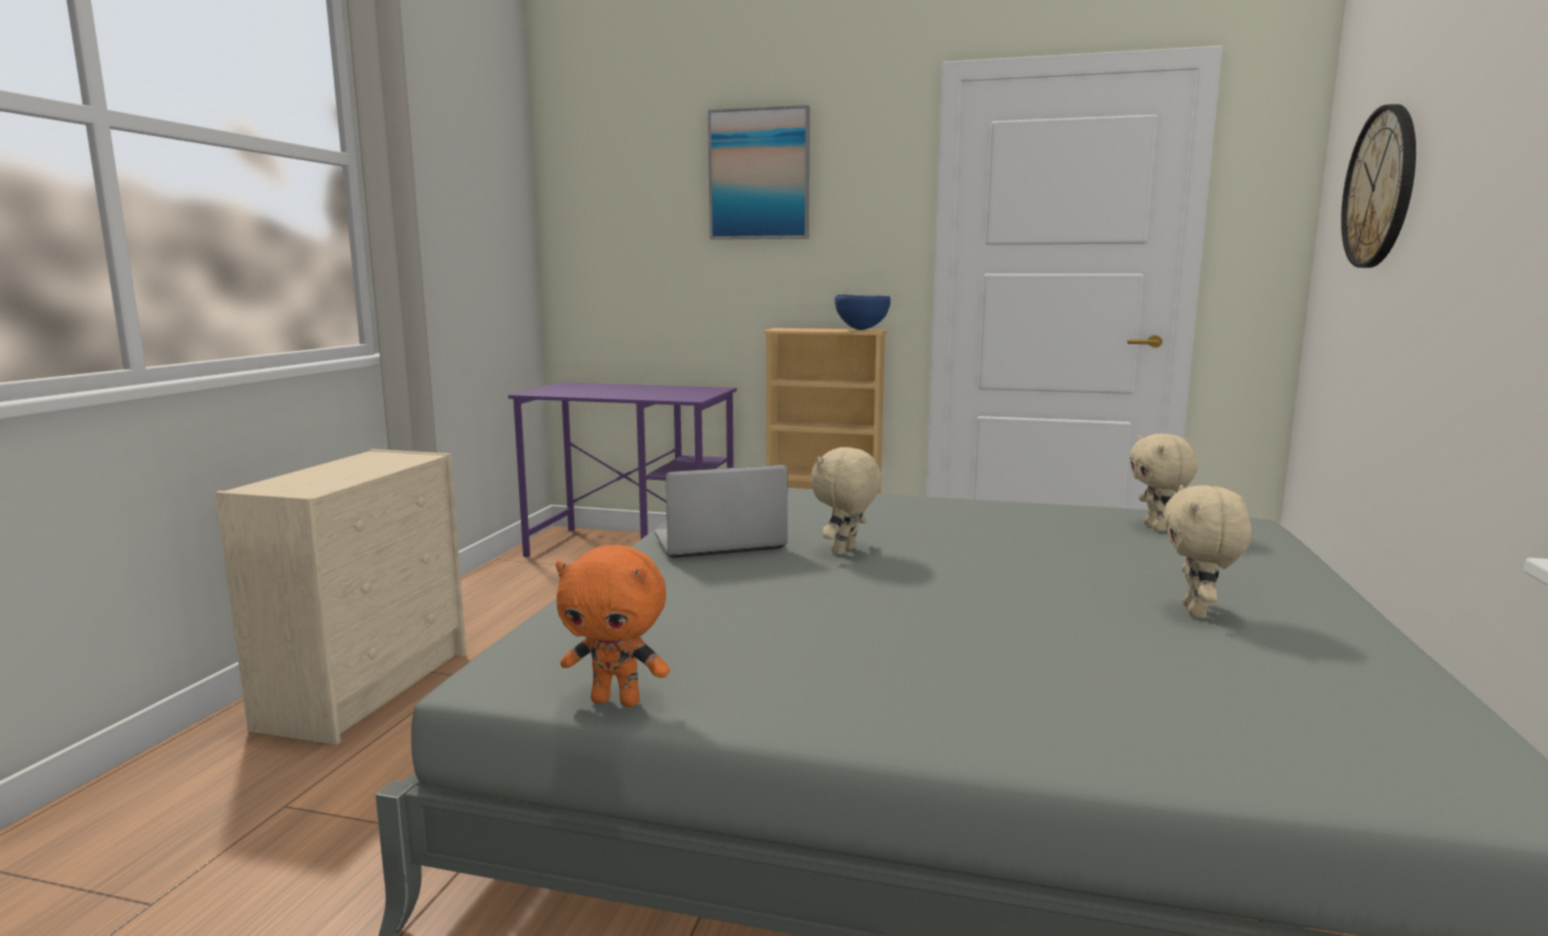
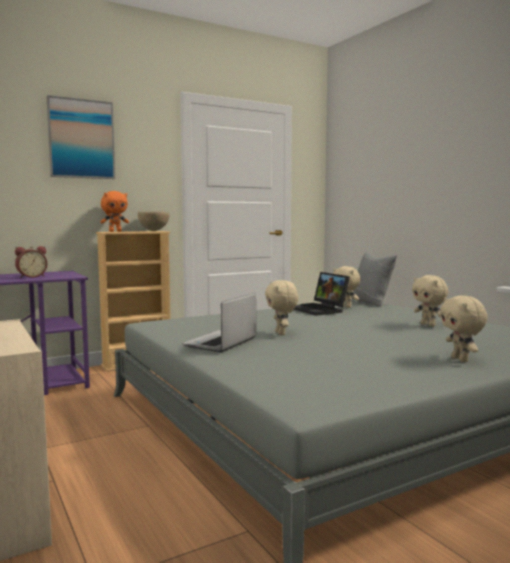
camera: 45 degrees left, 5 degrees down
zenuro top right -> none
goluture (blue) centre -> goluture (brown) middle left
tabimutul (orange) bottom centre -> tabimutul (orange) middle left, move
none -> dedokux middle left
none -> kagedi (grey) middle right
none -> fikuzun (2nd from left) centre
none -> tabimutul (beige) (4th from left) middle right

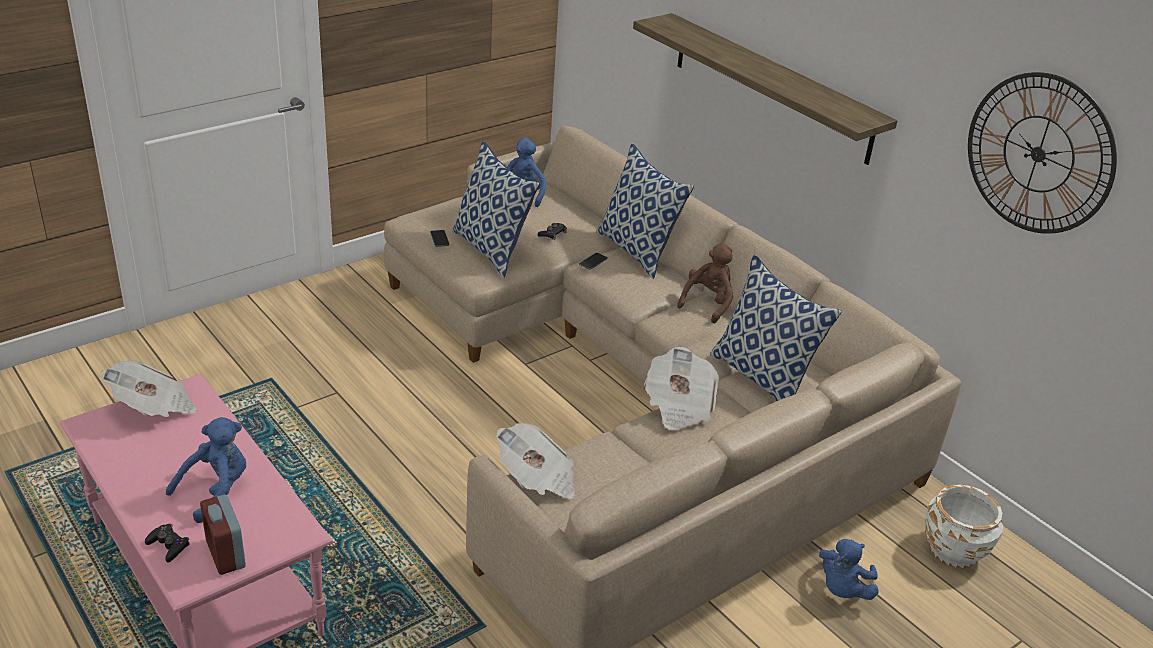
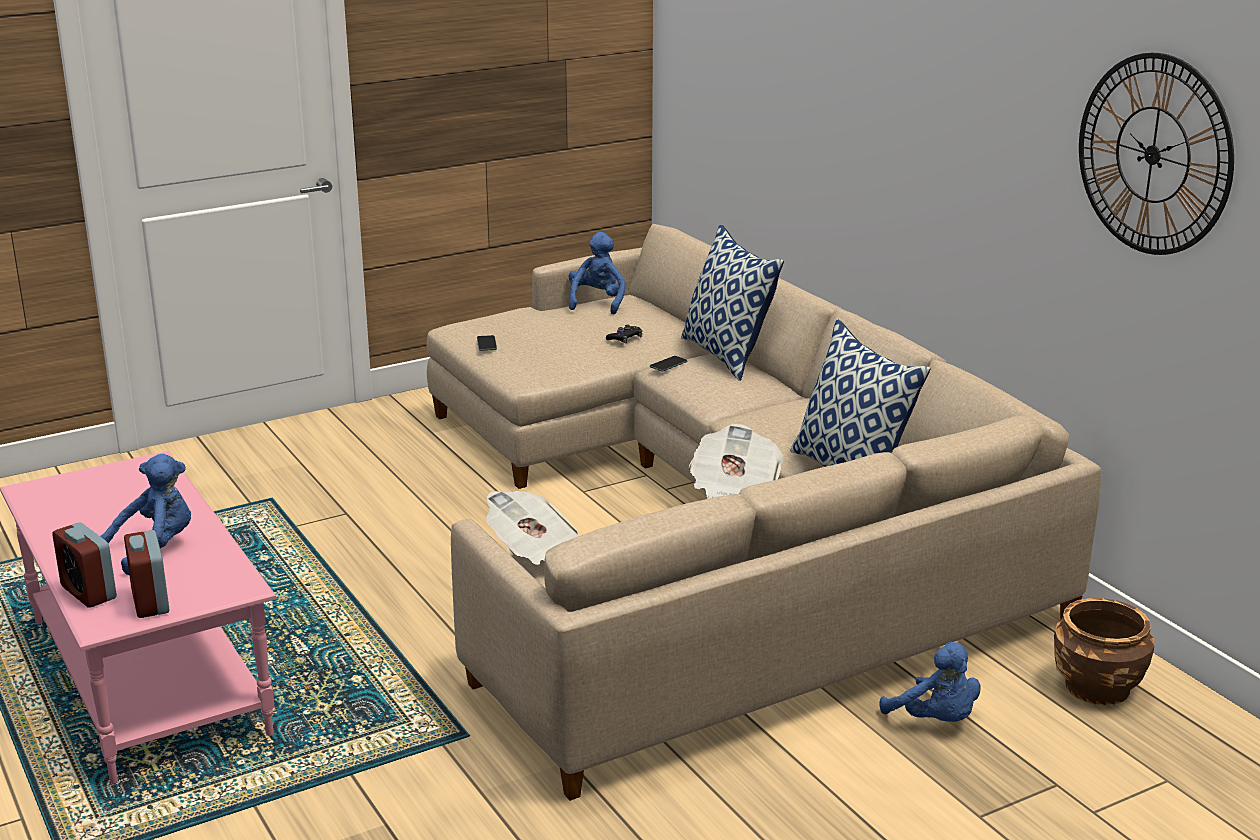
camera: 10 degrees right, 10 degrees down
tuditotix top centre -> none
kagedi (1st from left) top centre -> none
tabimutul (brown) centre -> none
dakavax (1st from left) middle left -> none
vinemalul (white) bottom right -> vinemalul (brown) bottom right
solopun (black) (1st from left) bottom left -> dedokux (1st from left) bottom left
tabimutul (blue) (3rd from left) bottom right, 75 degrees counterclockwise

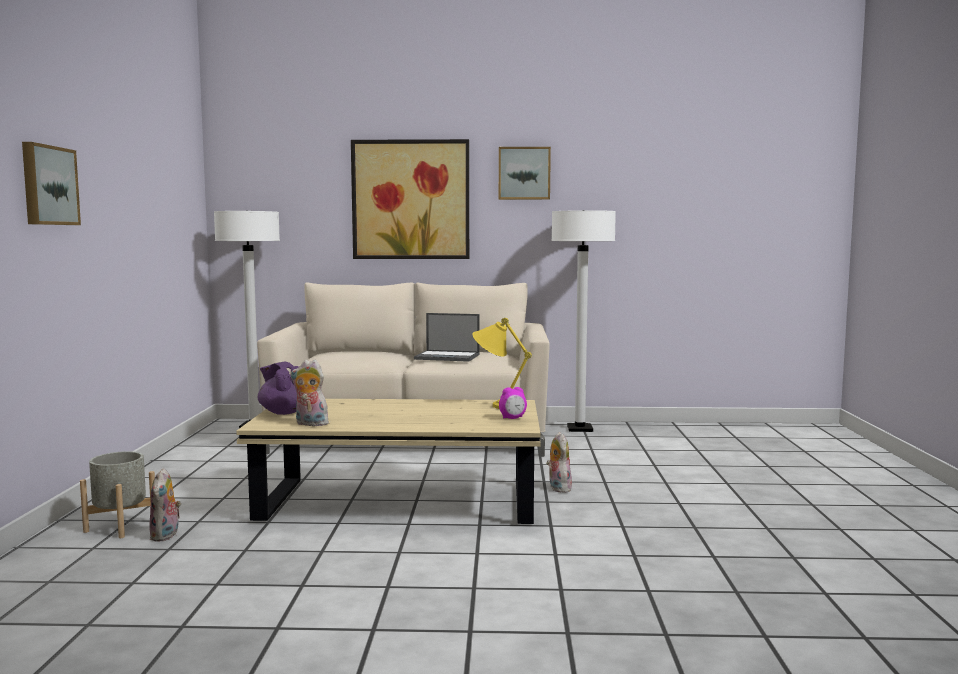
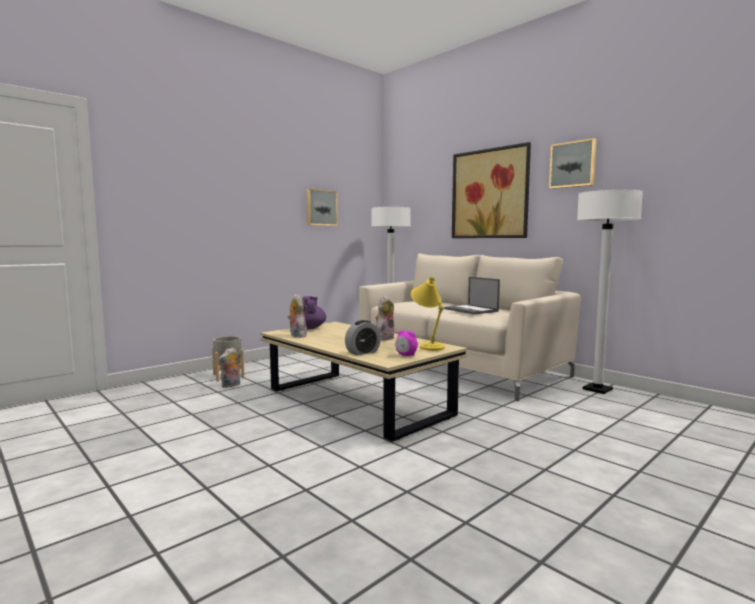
camera: 45 degrees right, 0 degrees up
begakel (1st from left) top left -> begakel (1st from left) centre, move
tabimutul (3rd from left) bottom centre -> tabimutul (3rd from left) centre, move
none -> dedokux (1st from left) centre

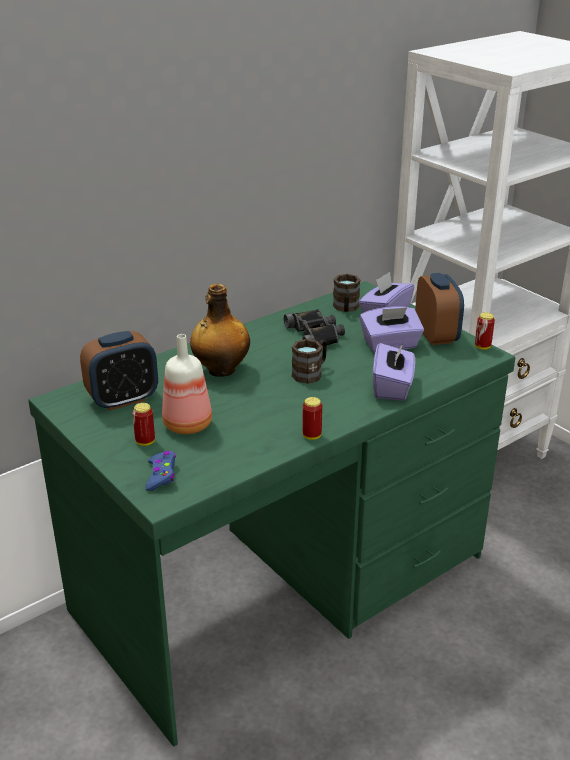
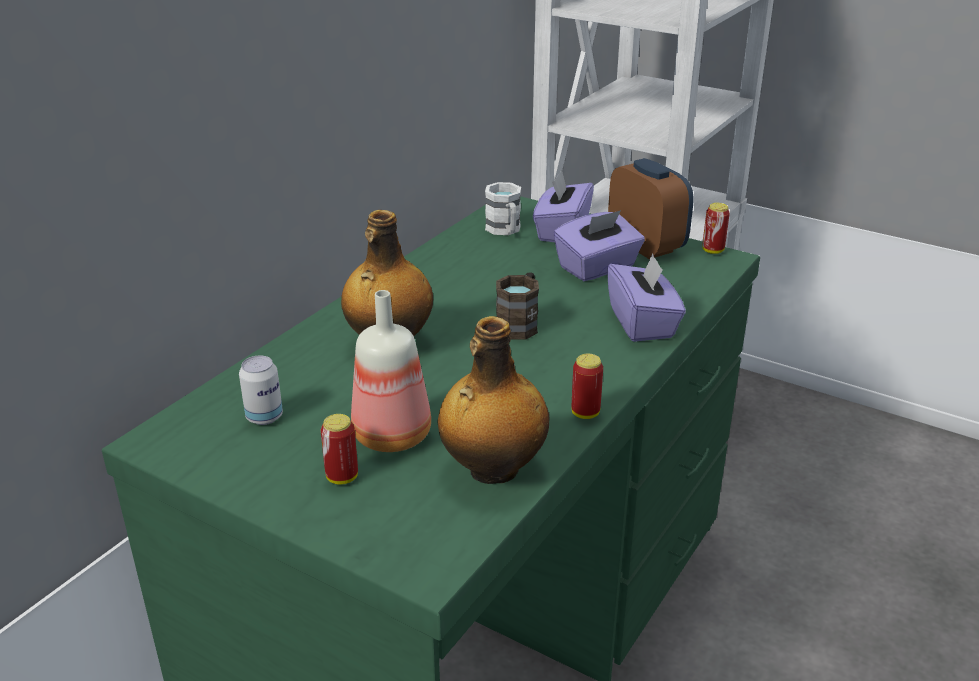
camera: 20 degrees left, 0 degrees up
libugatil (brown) (2nd from left) centre -> libugatil (white) top centre
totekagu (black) centre -> none
dedokux (1st from left) middle left -> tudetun (1st from left) middle left
solopun (blue) middle left -> none
none -> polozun (3rd from left) centre

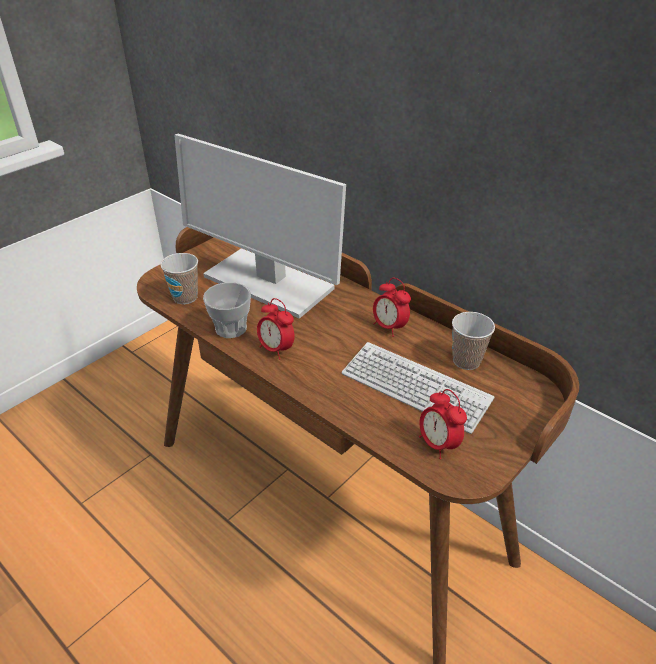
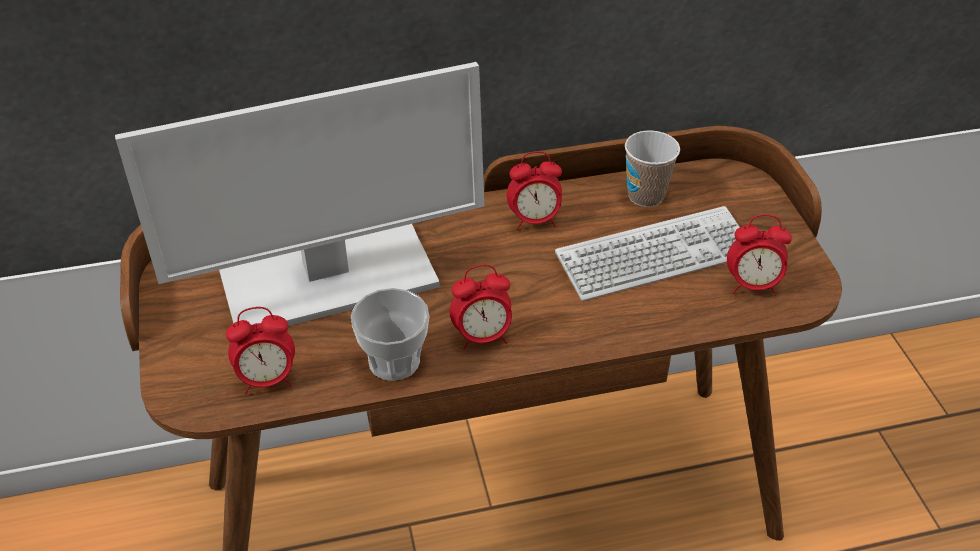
camera: 55 degrees left, 5 degrees up
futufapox (1st from left) middle left -> dedokux (1st from left) middle left

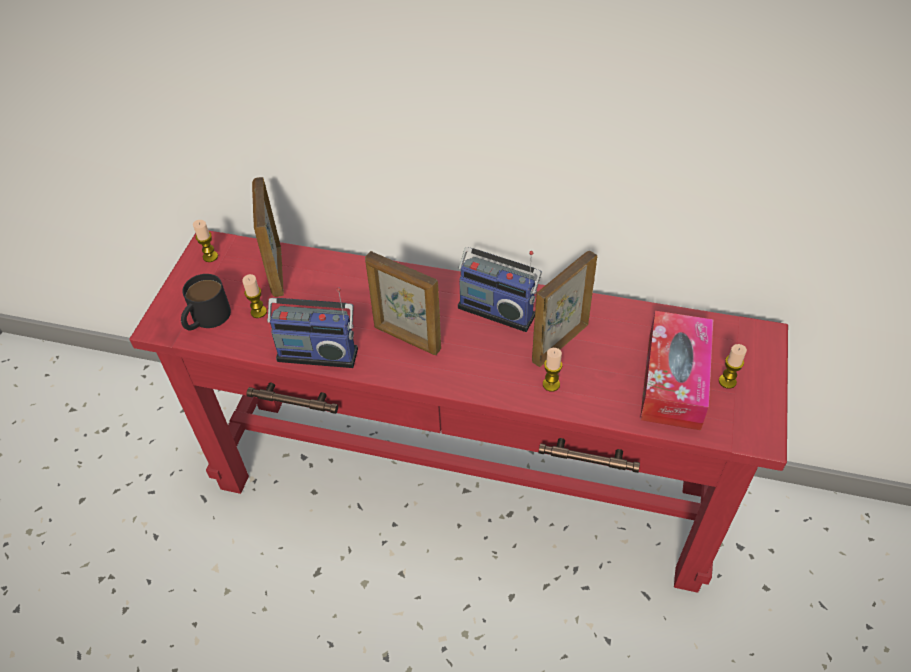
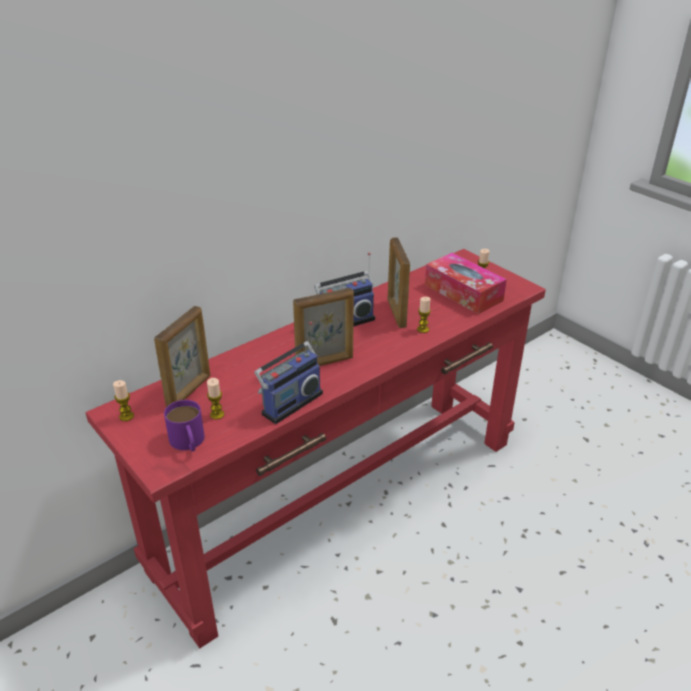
camera: 55 degrees left, 15 degrees down
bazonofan (1st from left) middle left, 90 degrees counterclockwise
libugatil (black) middle left -> libugatil (purple) middle left

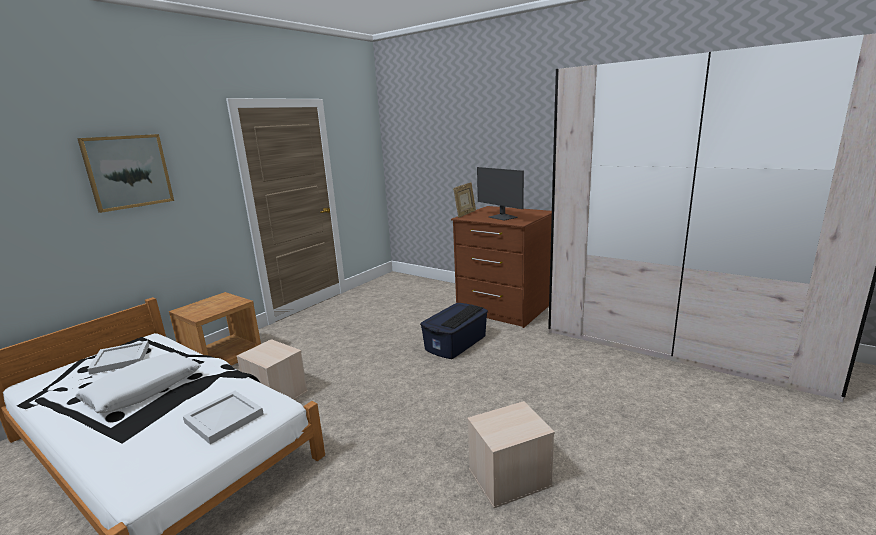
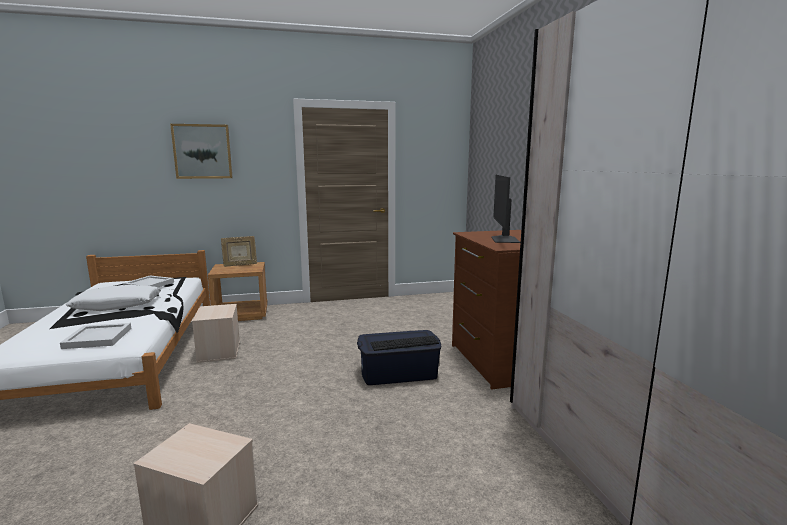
camera: 40 degrees right, 5 degrees down
bazonofan centre -> bazonofan middle left, move

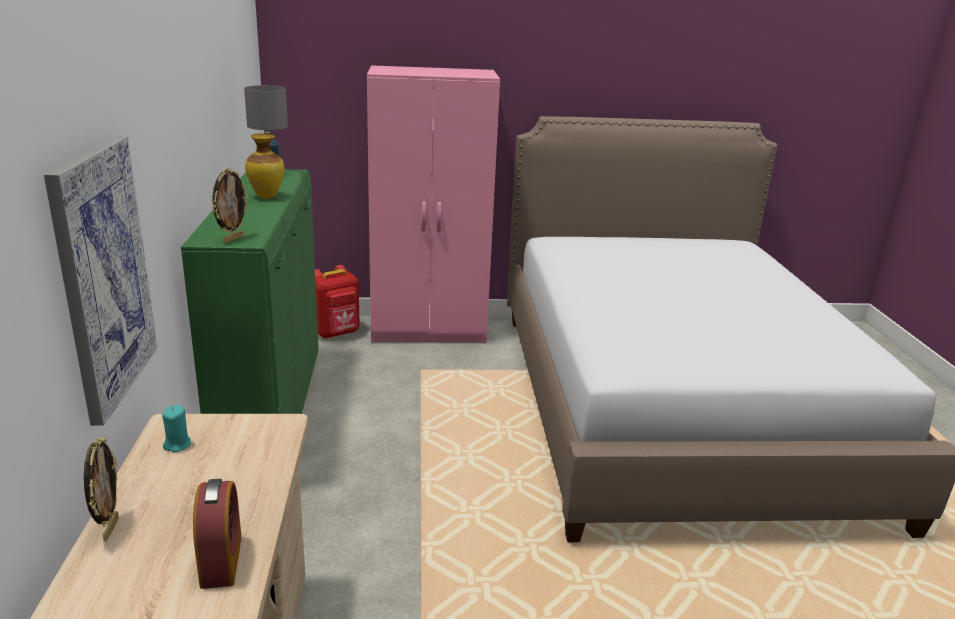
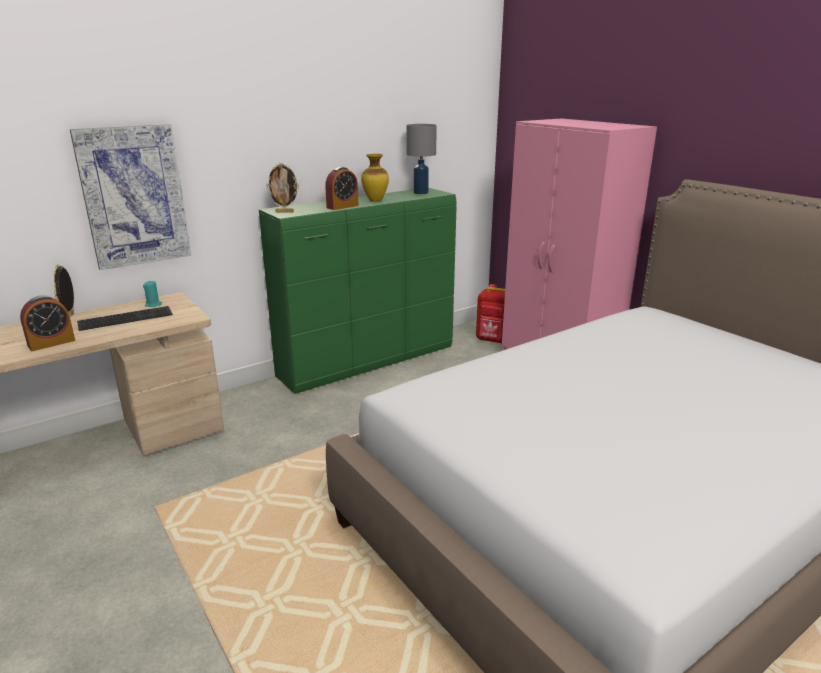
camera: 60 degrees right, 0 degrees up
bazonofan (1st from left) bottom left -> bazonofan (1st from left) middle left, 120 degrees clockwise
none -> dedokux (2nd from left) top centre
none -> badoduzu middle left

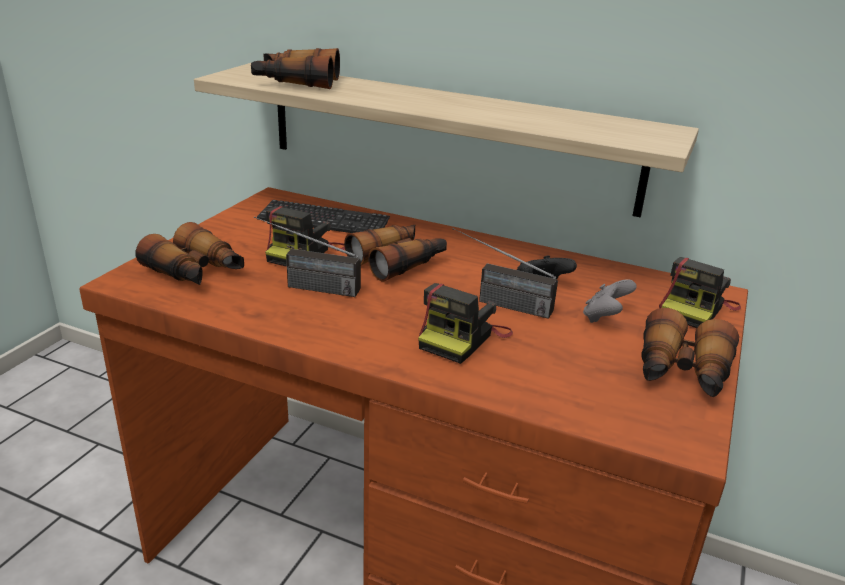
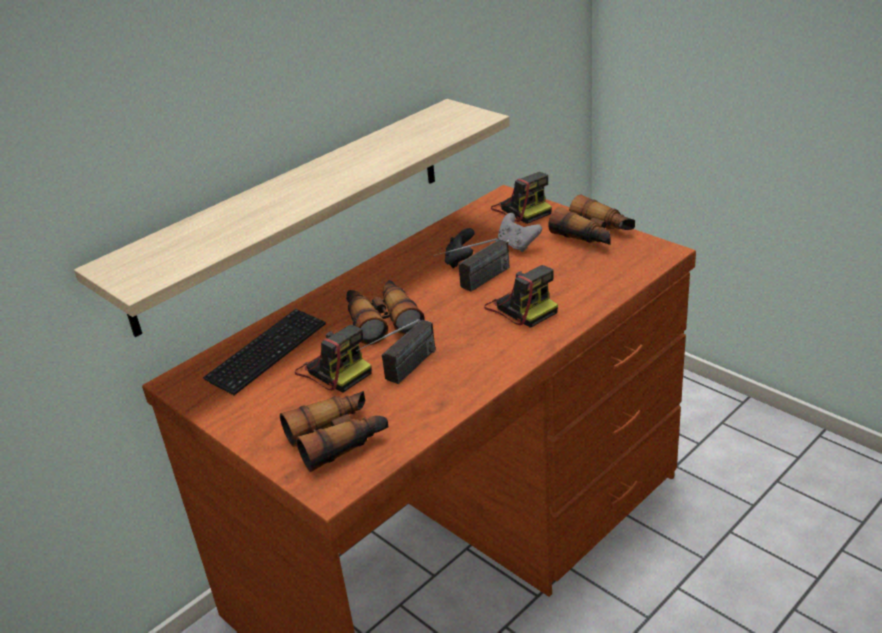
camera: 65 degrees left, 5 degrees up
totekagu (2nd from left) top centre -> none

